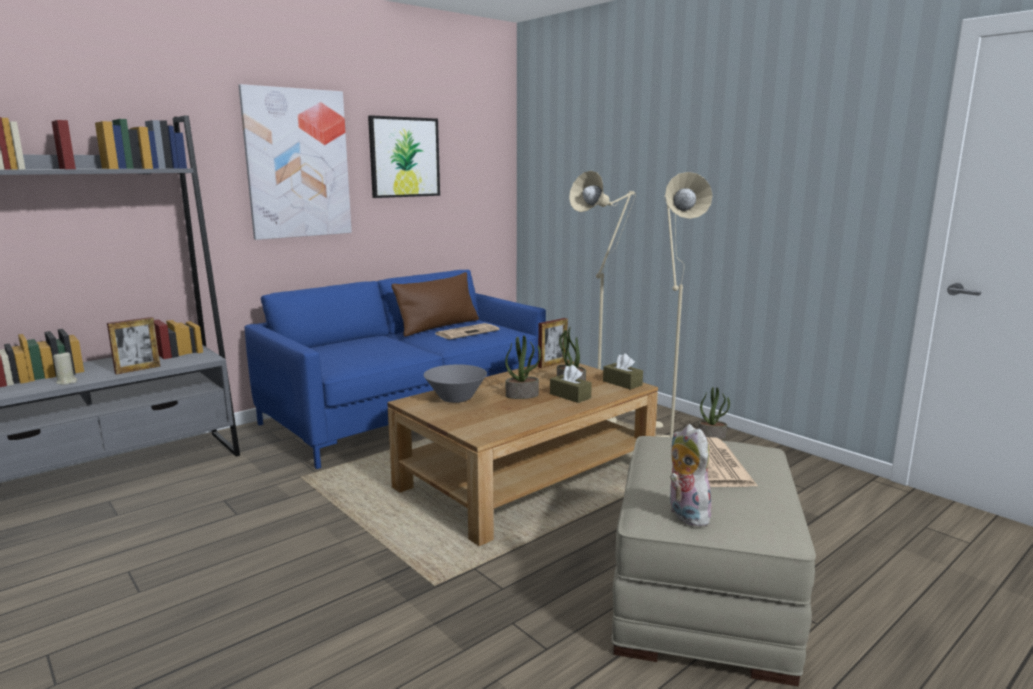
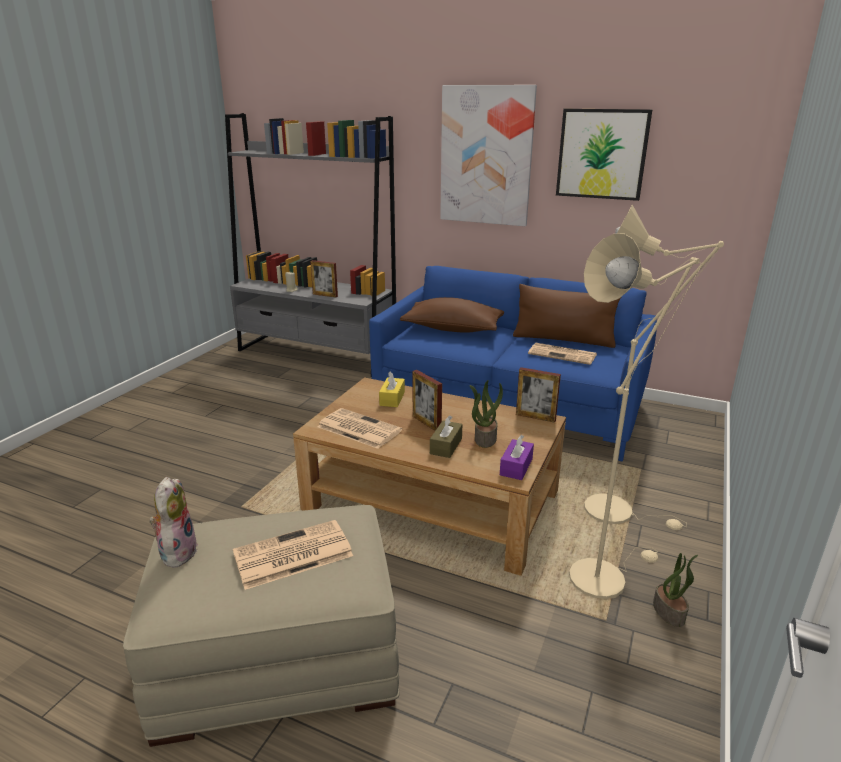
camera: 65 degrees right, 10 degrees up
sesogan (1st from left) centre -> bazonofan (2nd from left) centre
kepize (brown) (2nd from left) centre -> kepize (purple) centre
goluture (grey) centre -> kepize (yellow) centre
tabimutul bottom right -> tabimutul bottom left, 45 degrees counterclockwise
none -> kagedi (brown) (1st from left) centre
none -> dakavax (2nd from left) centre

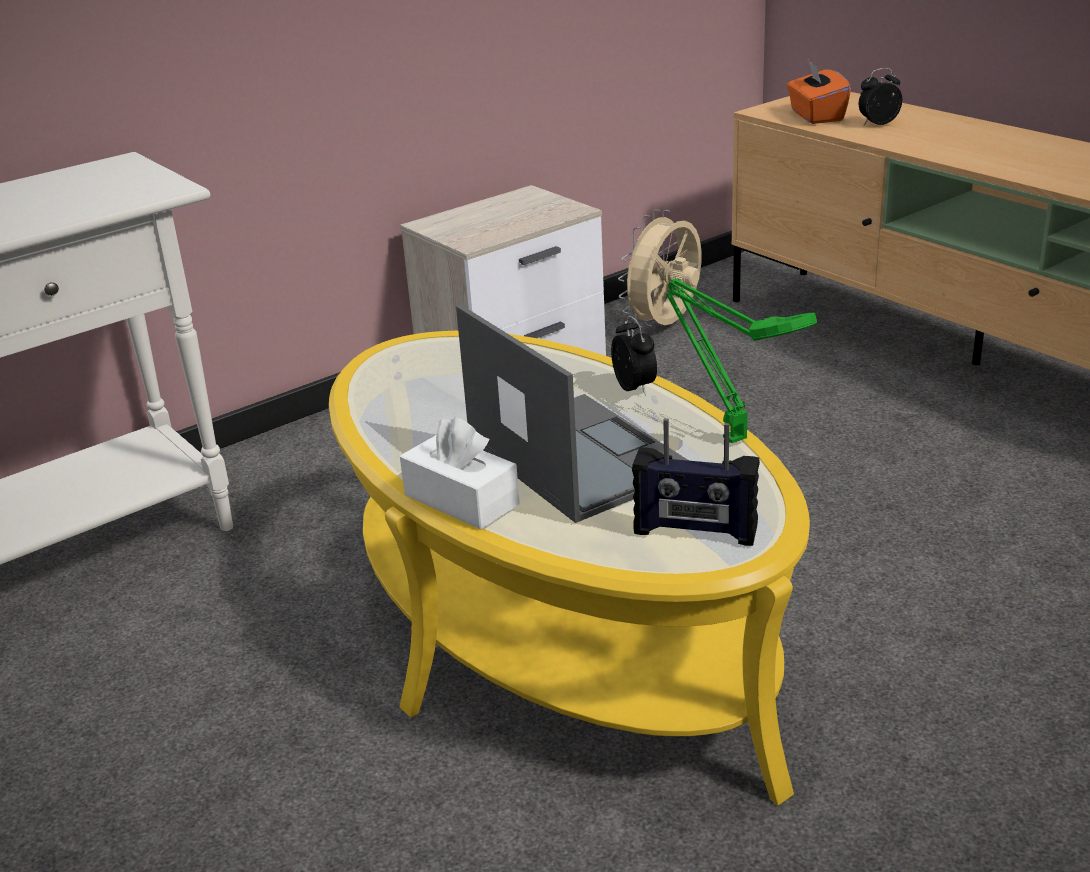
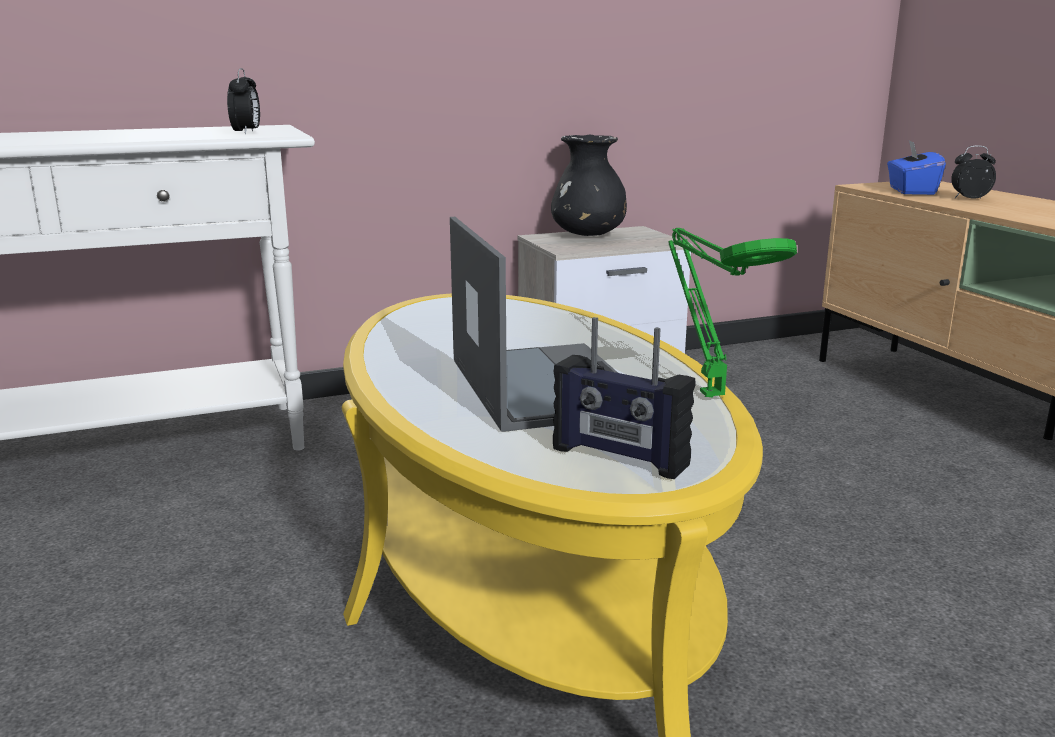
camera: 15 degrees right, 10 degrees down
kepize (orange) top right -> kepize (blue) top right
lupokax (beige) top centre -> none
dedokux (1st from left) centre -> dedokux (1st from left) top left, move
kepize (white) centre -> none
none -> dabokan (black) top centre

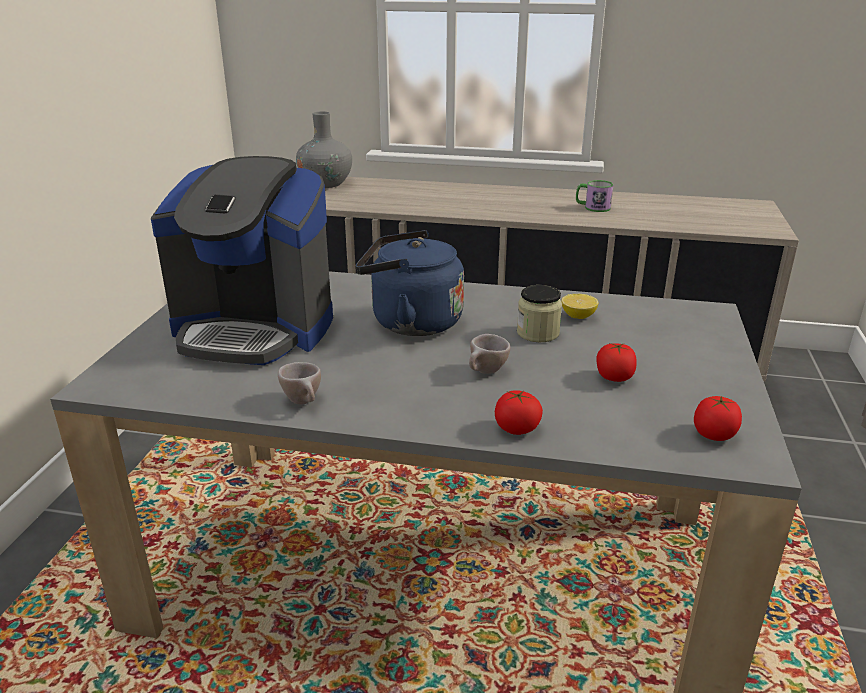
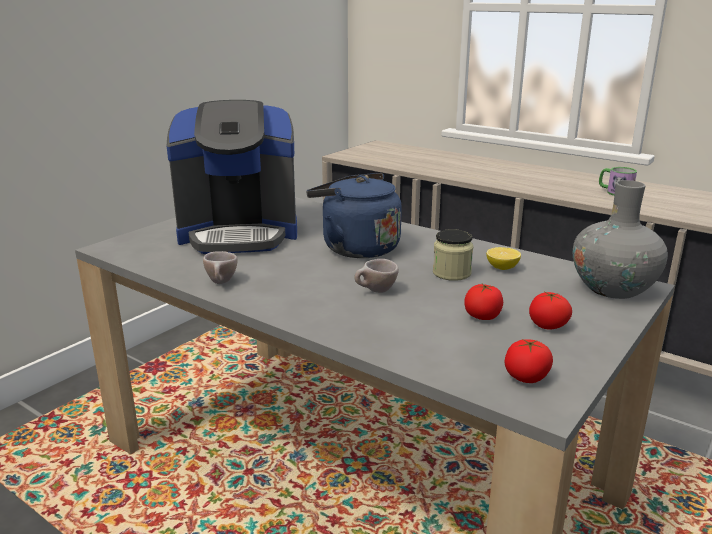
camera: 25 degrees right, 5 degrees down
dabokan (grey) top centre -> dabokan (grey) middle right, move
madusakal middle left -> madusakal top left, 45 degrees counterclockwise
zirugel (1st from left in the first image) centre -> zirugel (3rd from left) middle right, move

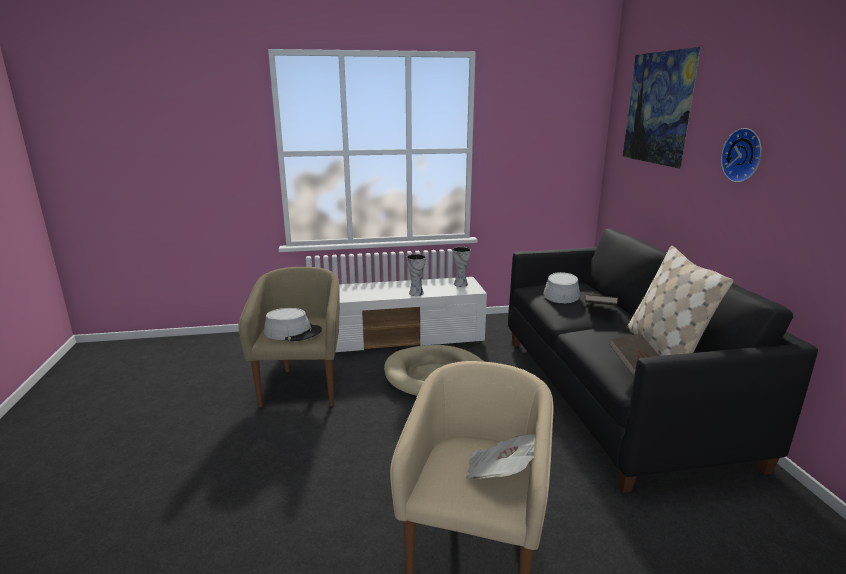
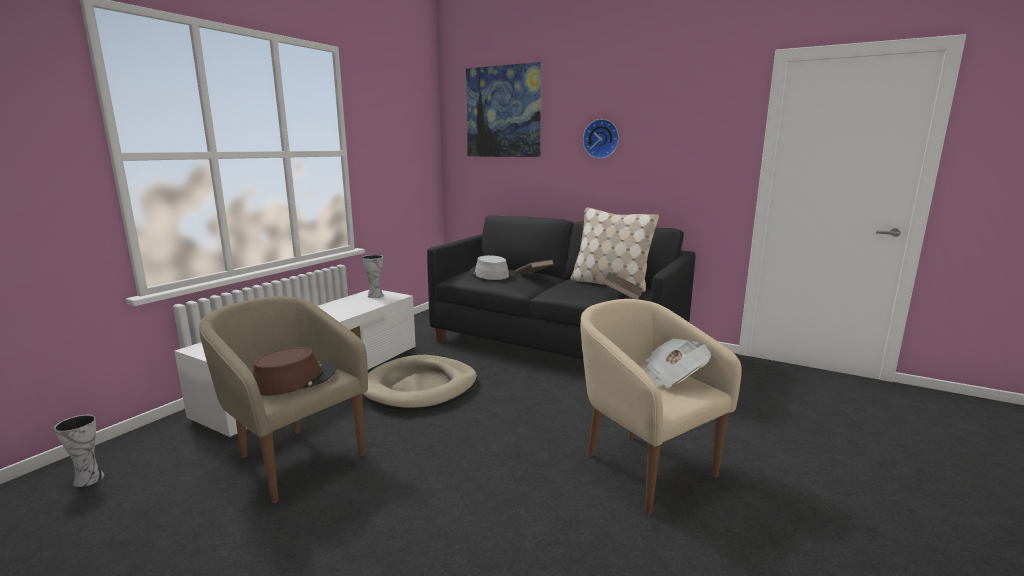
camera: 50 degrees left, 5 degrees down
dabokan (1st from left) centre -> dabokan (1st from left) bottom left, move
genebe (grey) (1st from left) centre -> genebe (brown) middle left

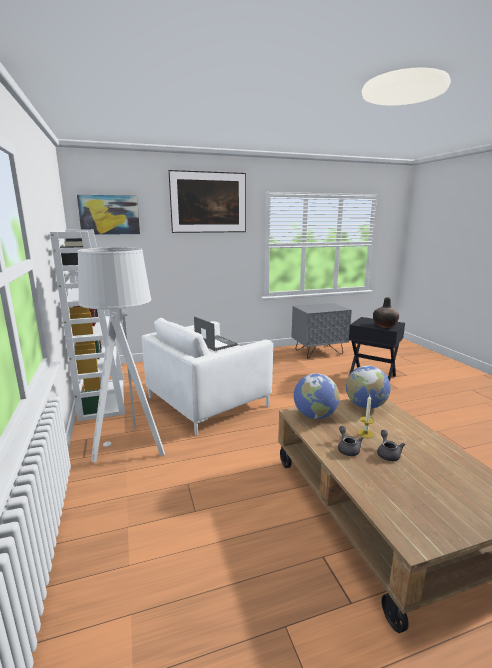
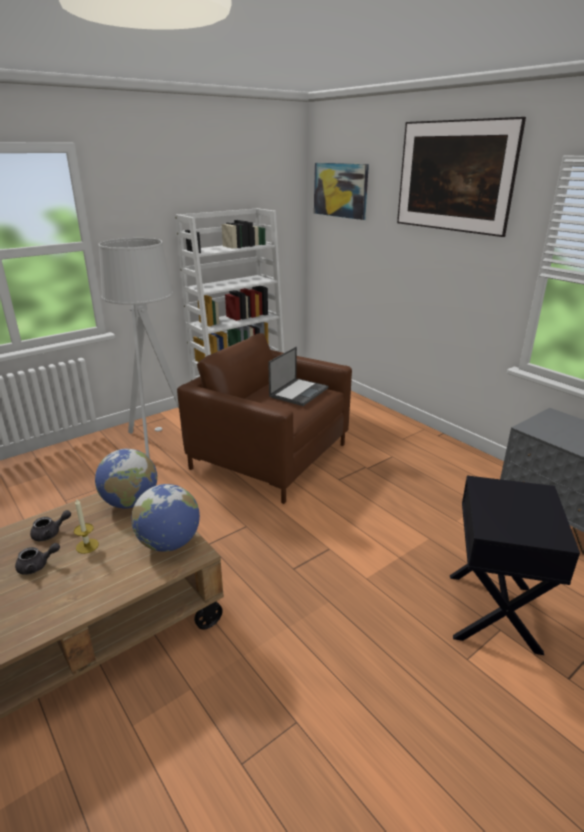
camera: 70 degrees right, 10 degrees up
dabokan middle right -> none
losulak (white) centre -> losulak (brown) centre

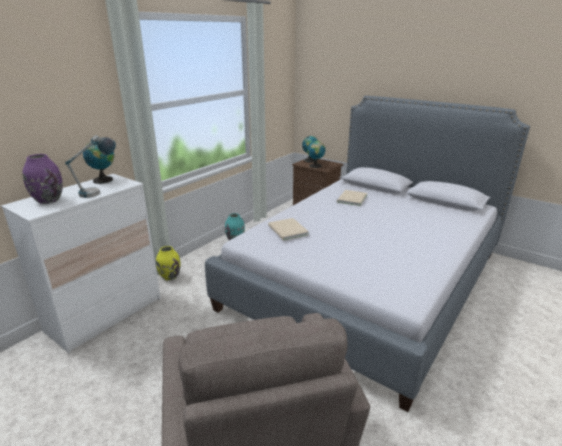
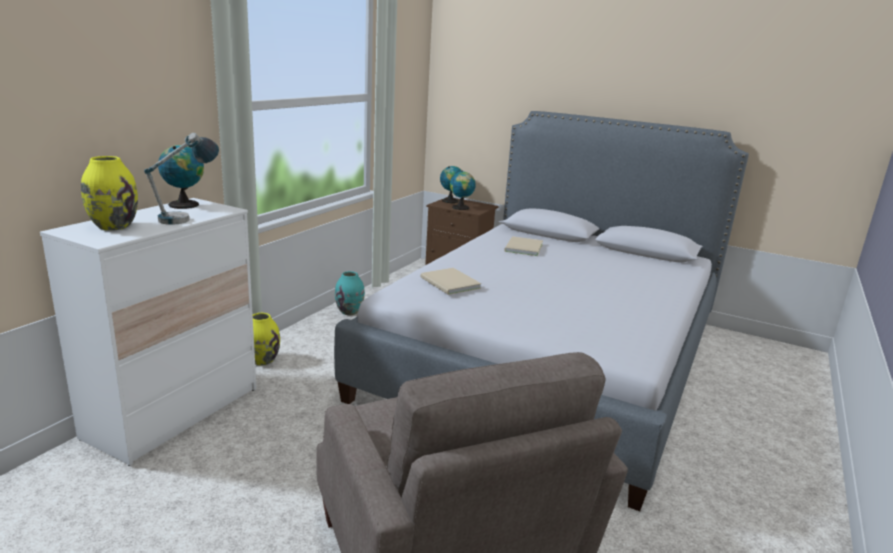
camera: 10 degrees left, 5 degrees down
dabokan (purple) middle left -> dabokan (yellow) (1st from left) middle left

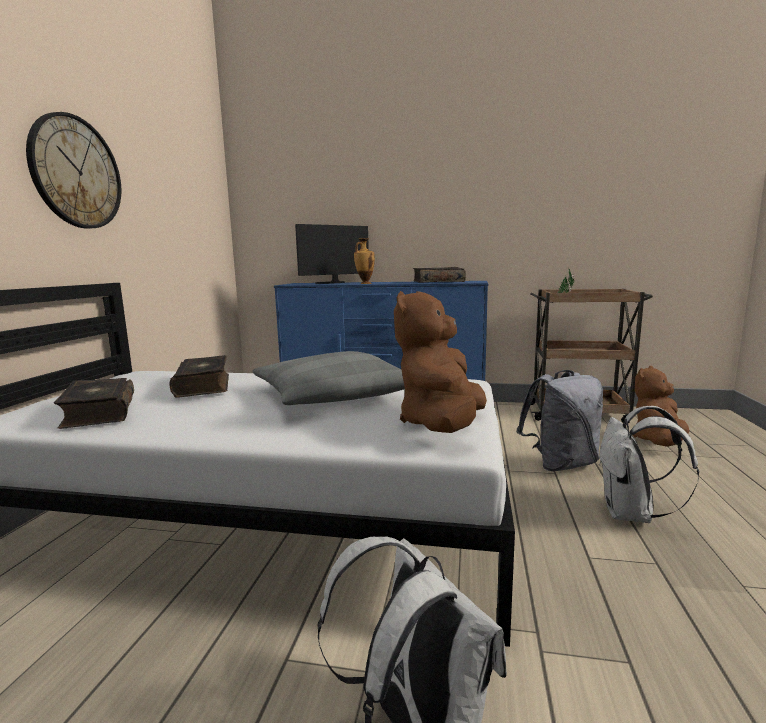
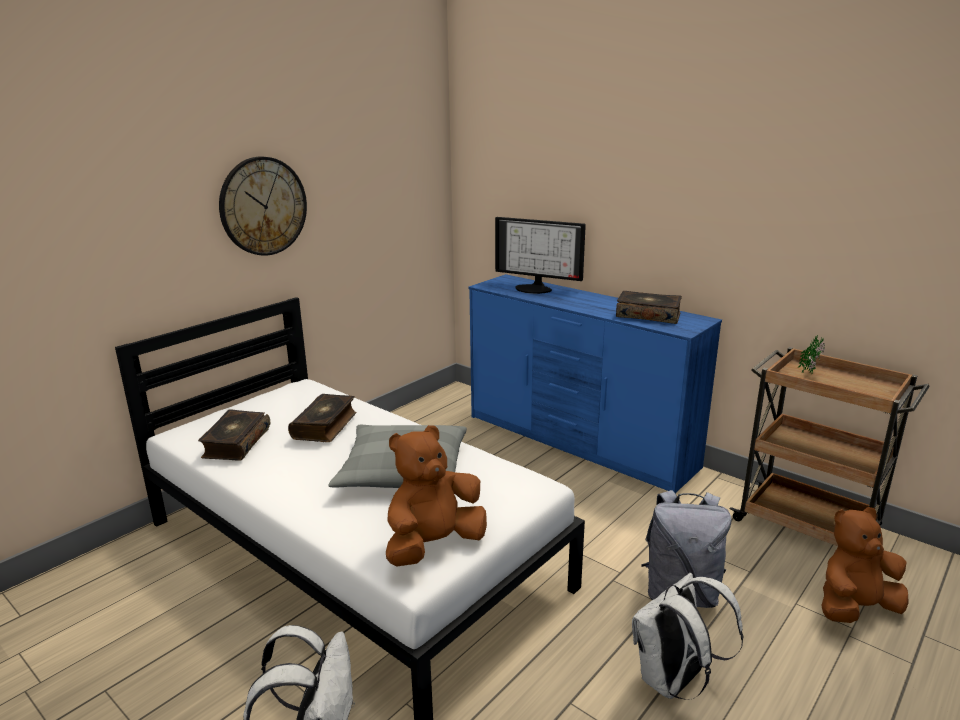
camera: 30 degrees right, 10 degrees up
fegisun centre, 150 degrees counterclockwise
dabokan centre -> none

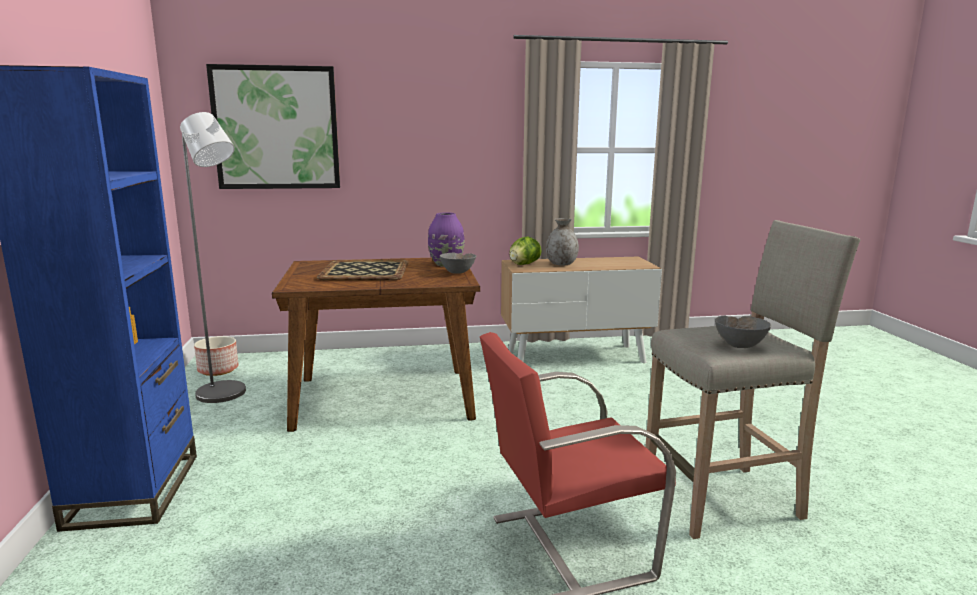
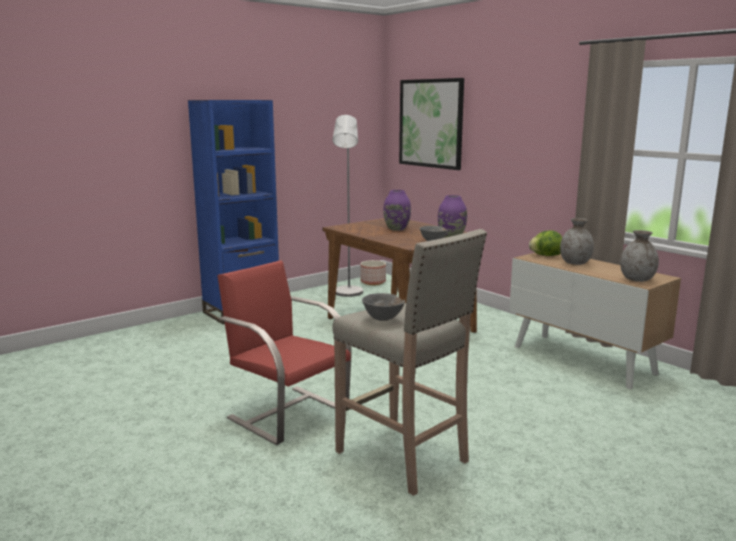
camera: 60 degrees right, 0 degrees up
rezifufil centre -> dabokan (purple) (1st from left) centre
none -> dabokan (grey) (2nd from left) middle right

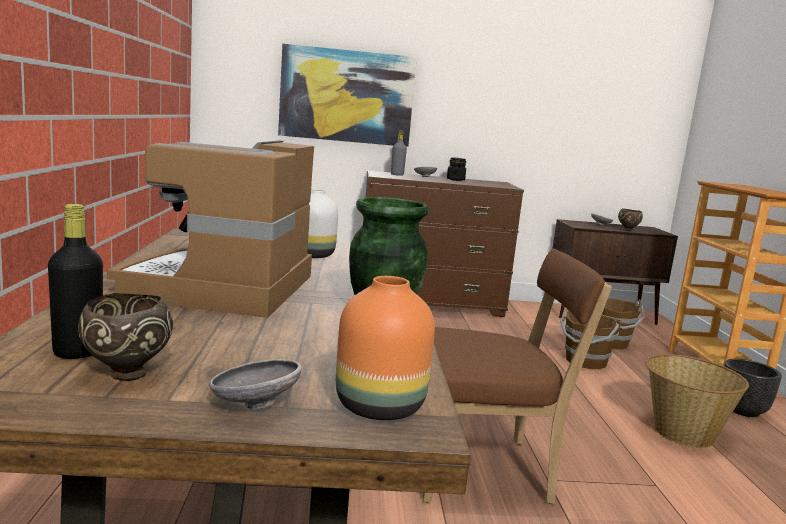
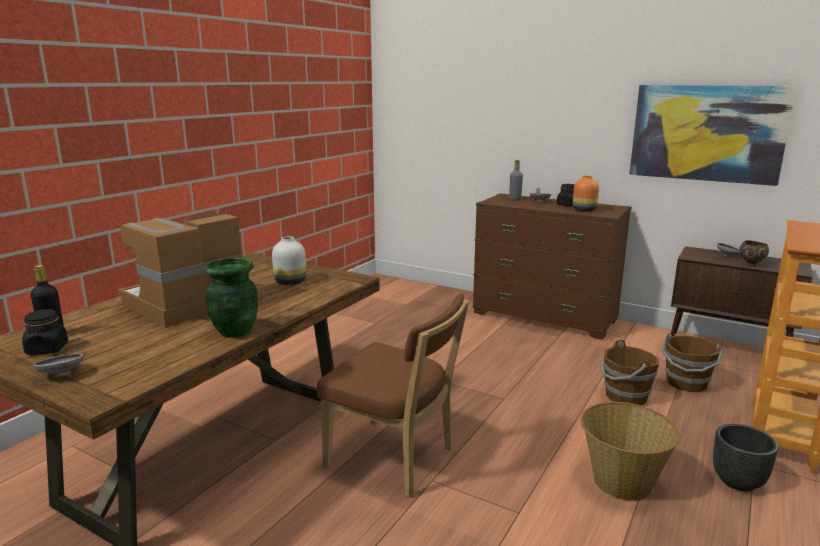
camera: 35 degrees right, 5 degrees up
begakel top centre -> begakel top right, move
dabokan (orange) centre -> dabokan (orange) middle right, move
goluture (brown) (1st from left) middle left -> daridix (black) (1st from left) middle left

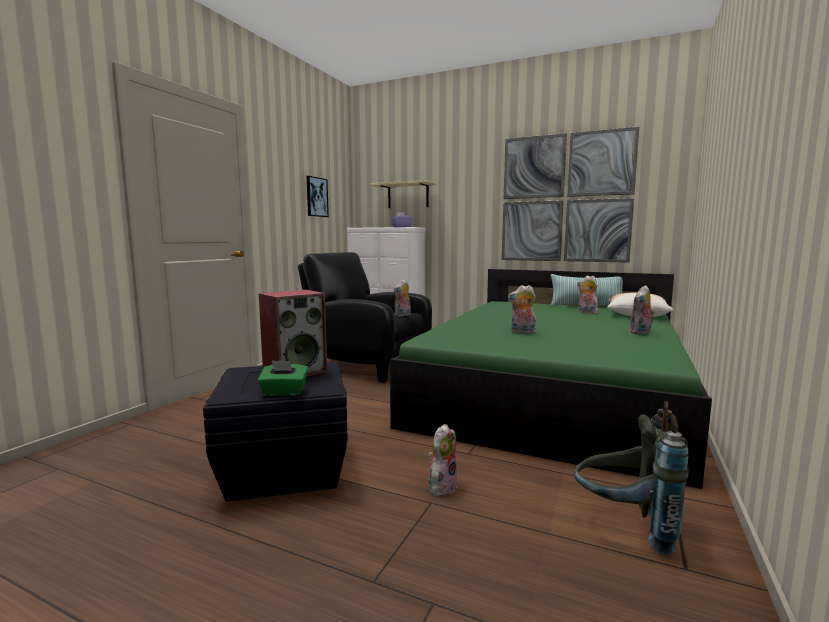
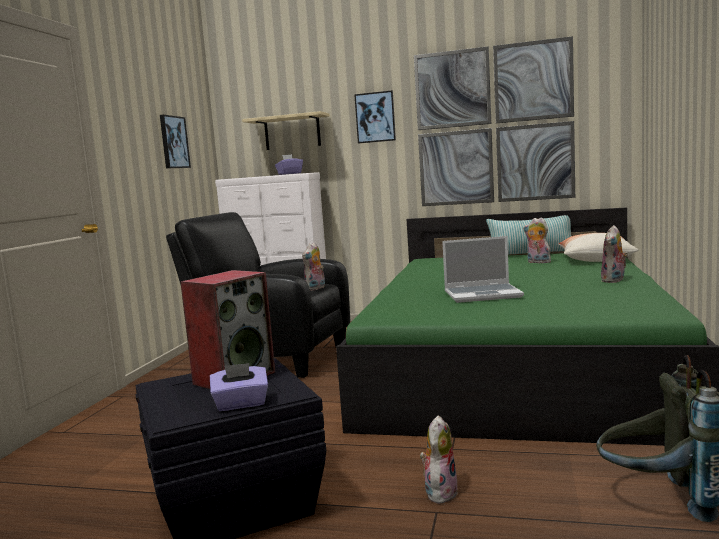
camera: 10 degrees left, 0 degrees up
tabimutul (3rd from left) centre -> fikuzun middle right
kepize (green) centre -> kepize (purple) (1st from left) bottom left
none -> begakel (2nd from left) top centre

